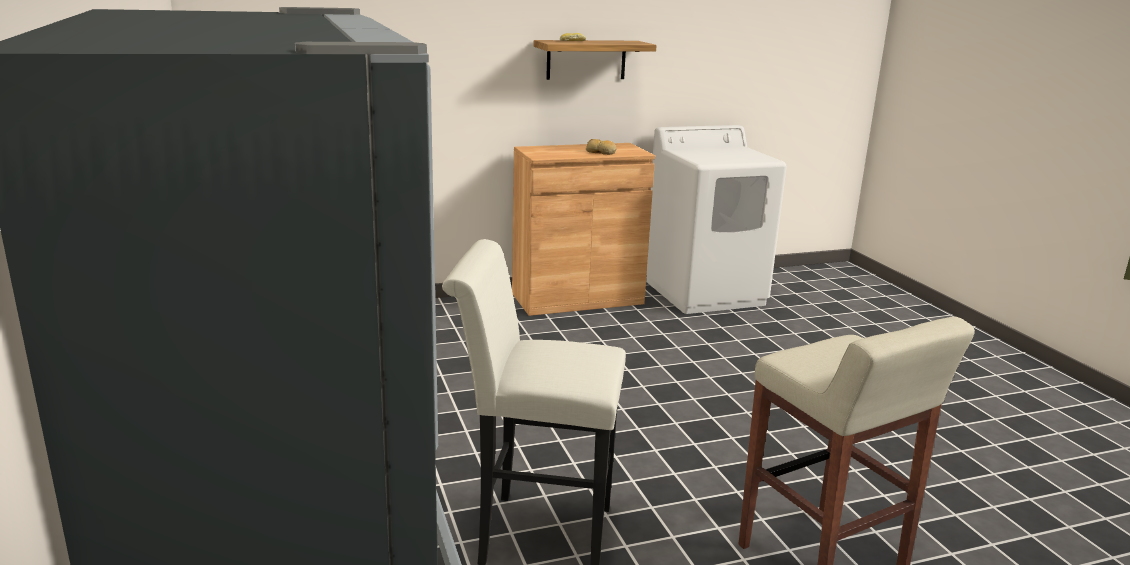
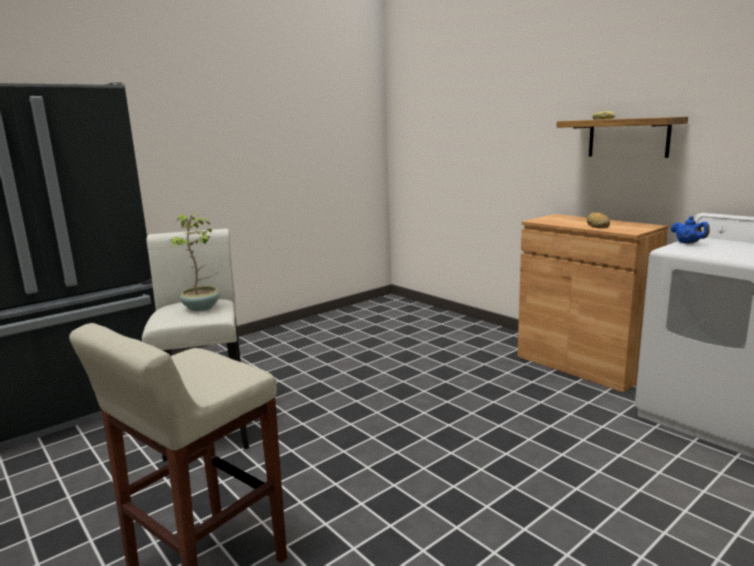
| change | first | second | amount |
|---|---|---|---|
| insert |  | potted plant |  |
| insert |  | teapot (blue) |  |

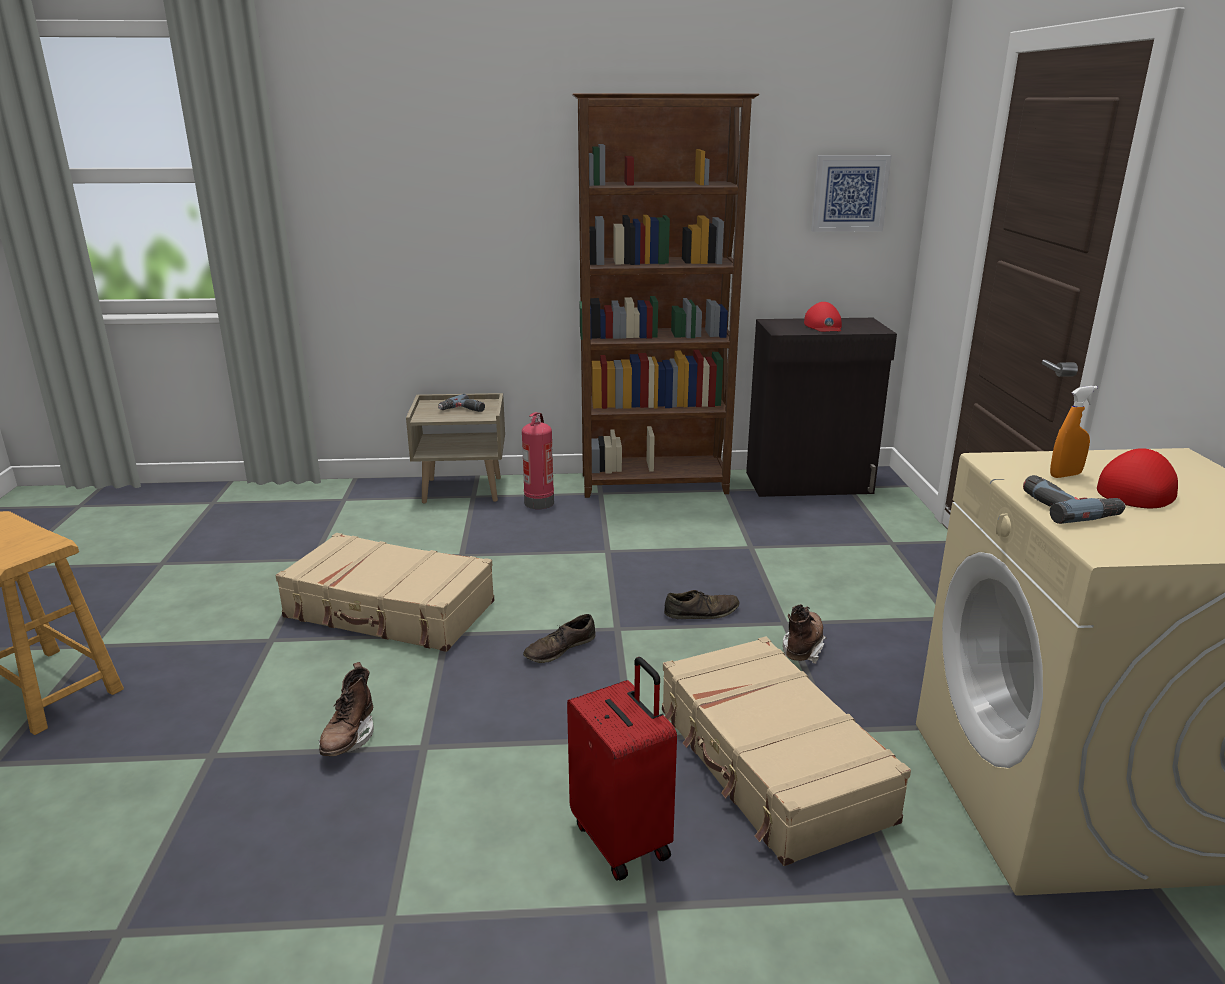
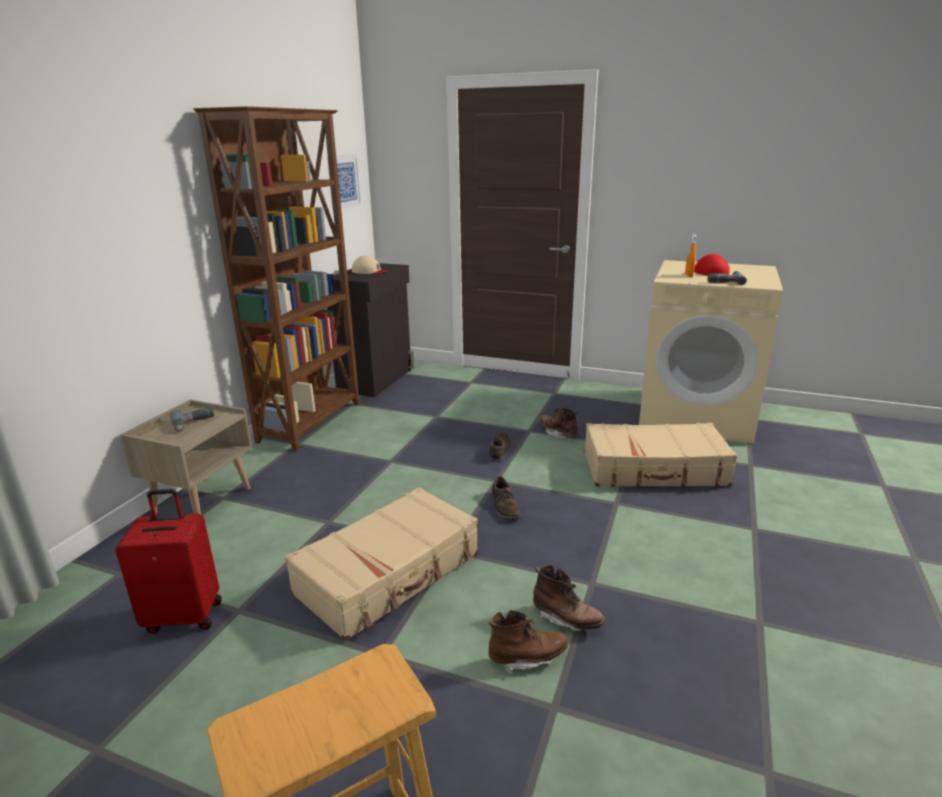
| change | first | second | amount |
|---|---|---|---|
| delete | fire extinguisher |  |  |
| insert |  | boot (brown) (1st from left) |  |
| move | suitcase (red) |  |  |
| recolor | cap (red) (1st from left) | cap (beige) |  |

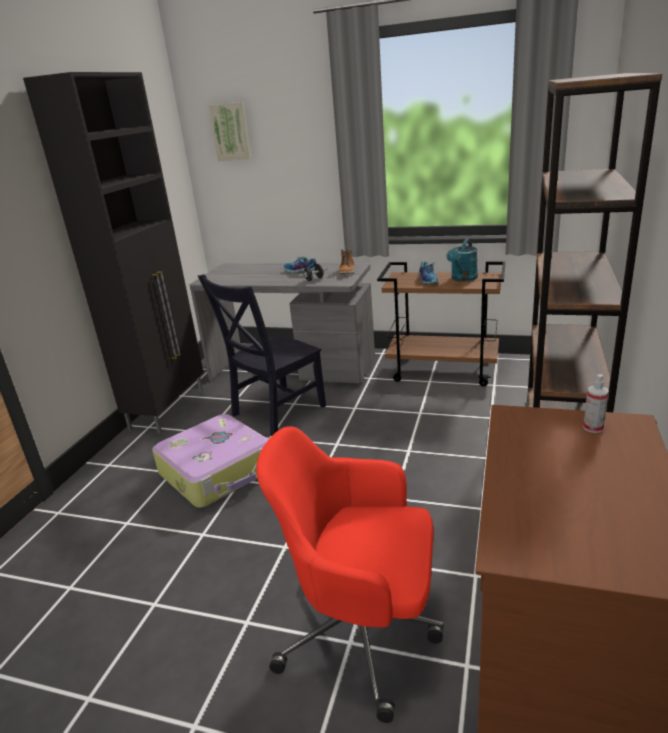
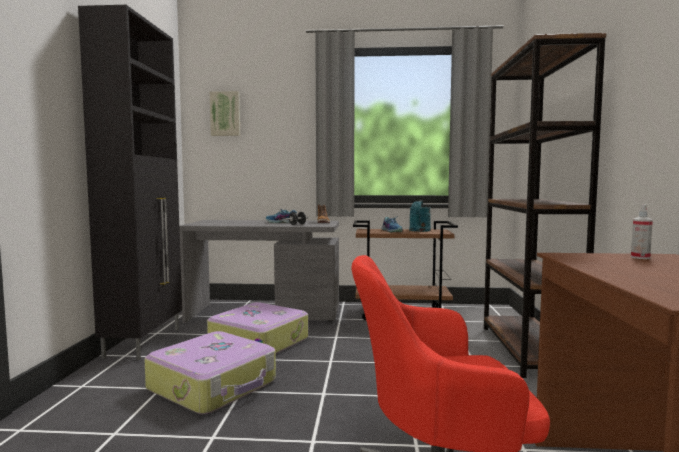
| change | first | second | amount |
|---|---|---|---|
| replace | chair (black) | suitcase (2nd from left) |  |

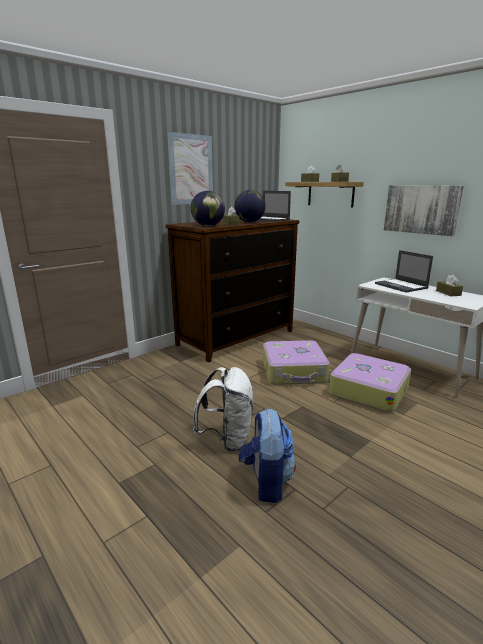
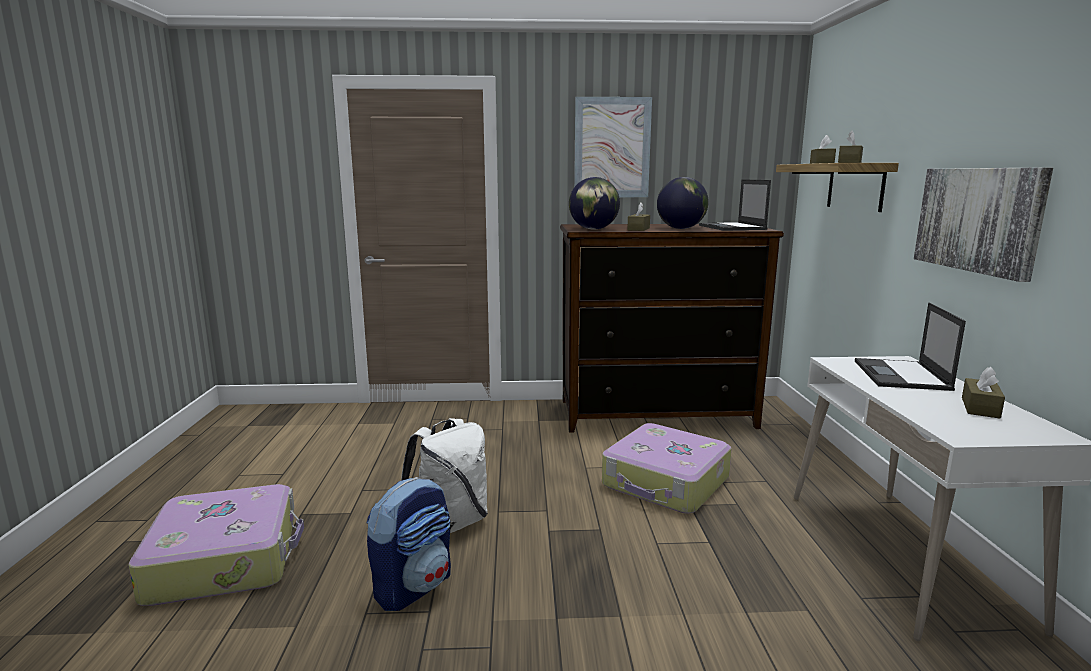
| change | first | second | amount |
|---|---|---|---|
| move | suitcase (2nd from left in the first image) | suitcase (1st from left) |  |

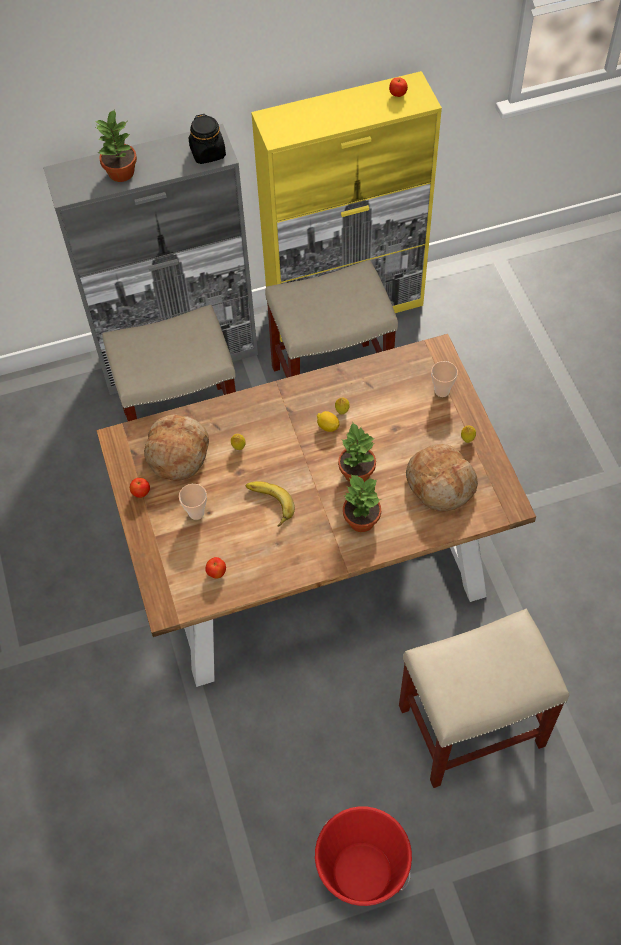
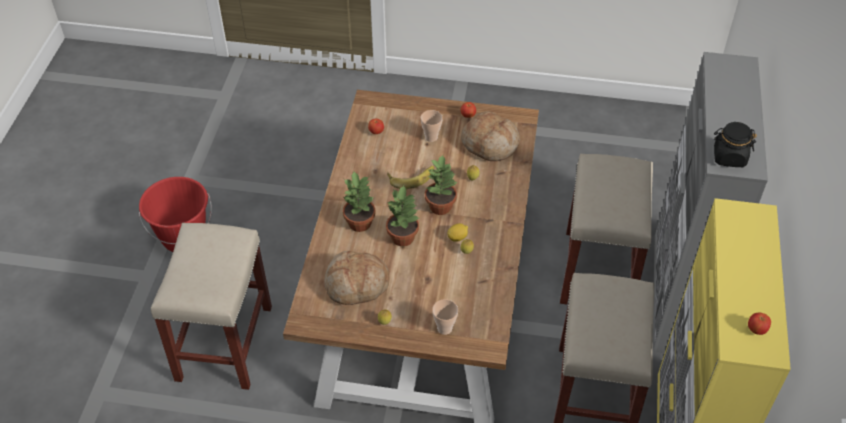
| change | first | second | amount |
|---|---|---|---|
| move | potted plant (1st from left in the first image) | potted plant (3rd from left) |  |

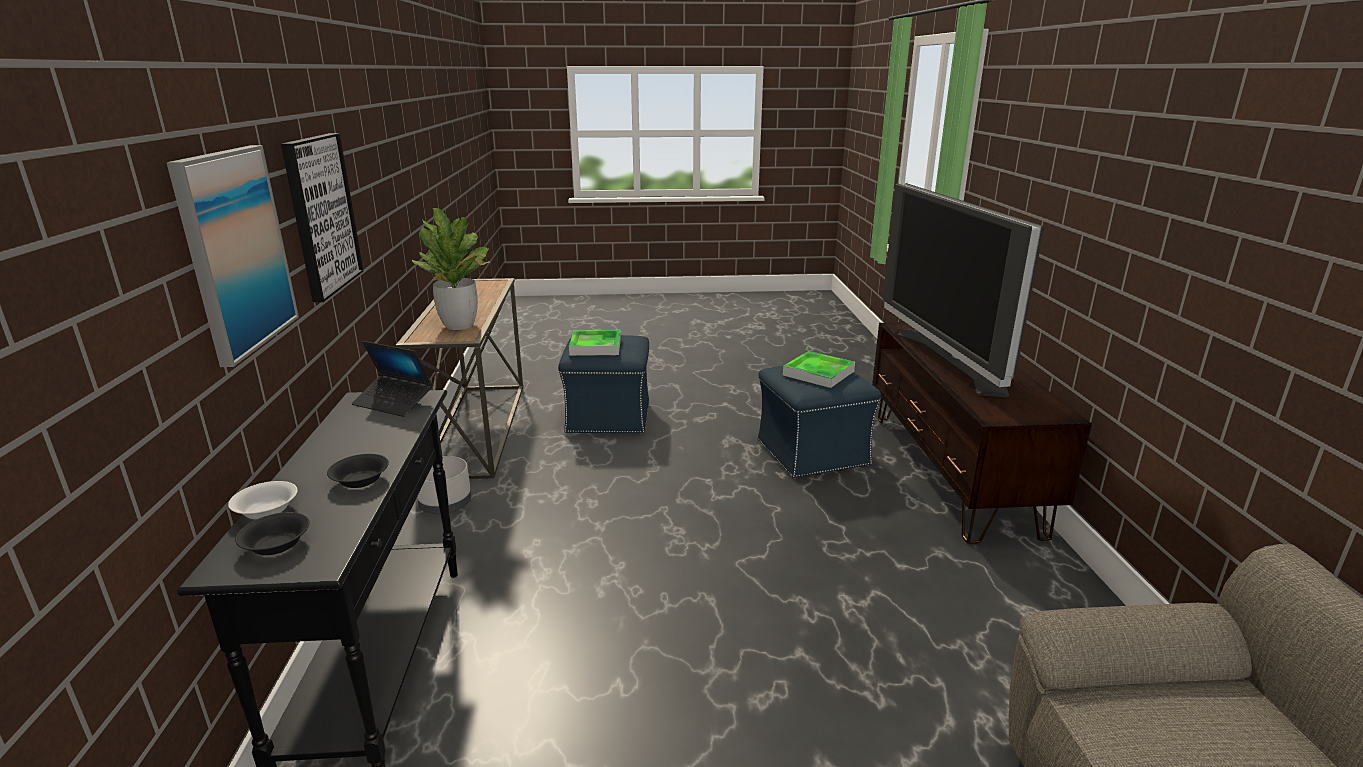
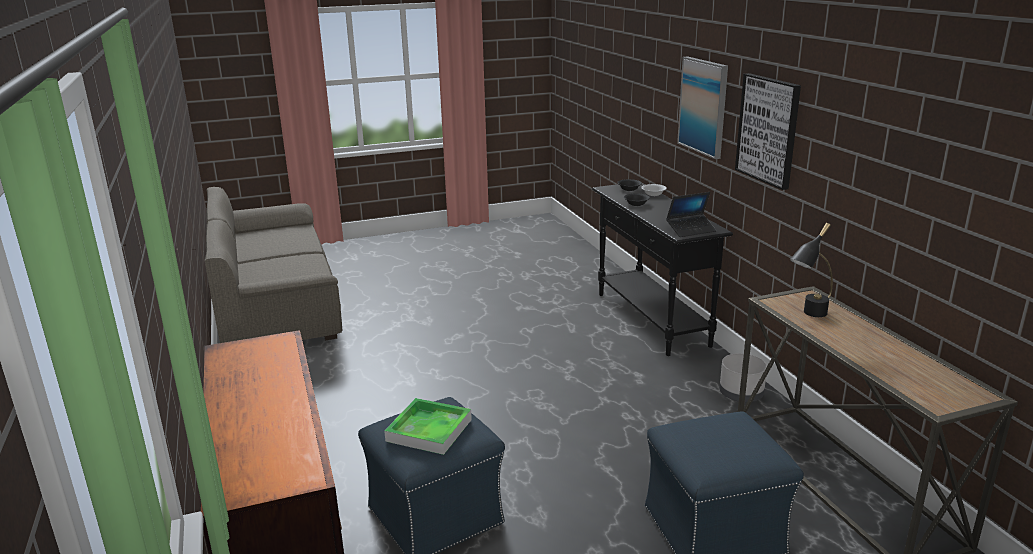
| change | first | second | amount |
|---|---|---|---|
| delete | tray (1st from left) |  |  |
| delete | television |  |  |
| replace | potted plant | table lamp (black) |  |
| rotate | laptop |  | 150 degrees clockwise |

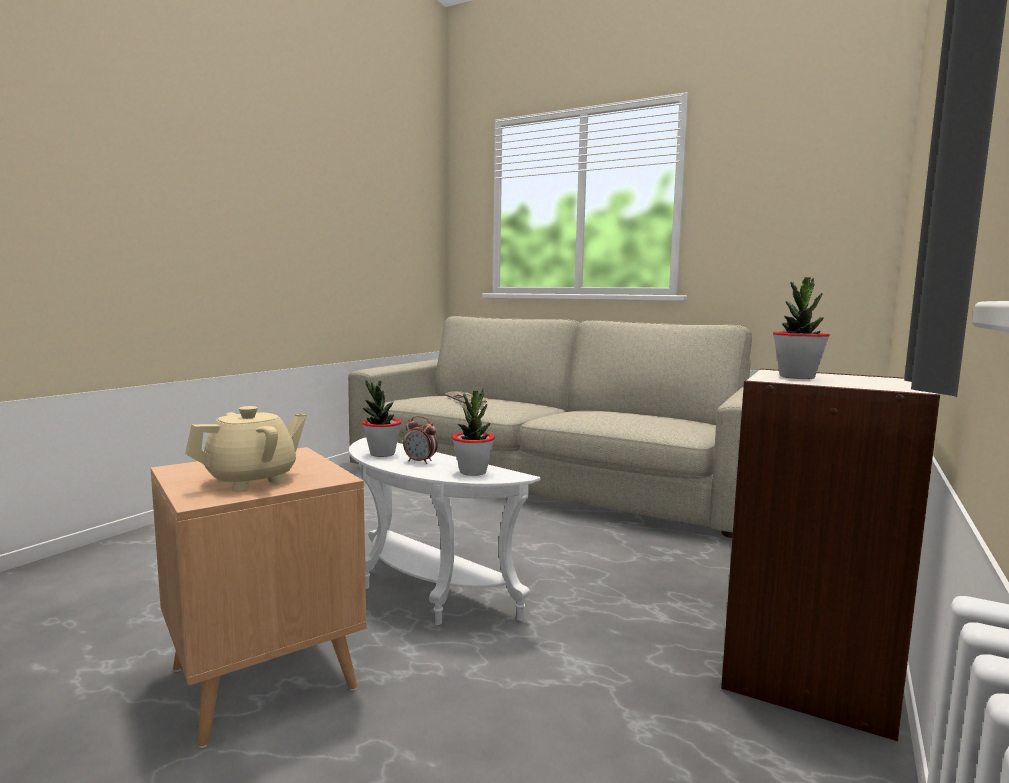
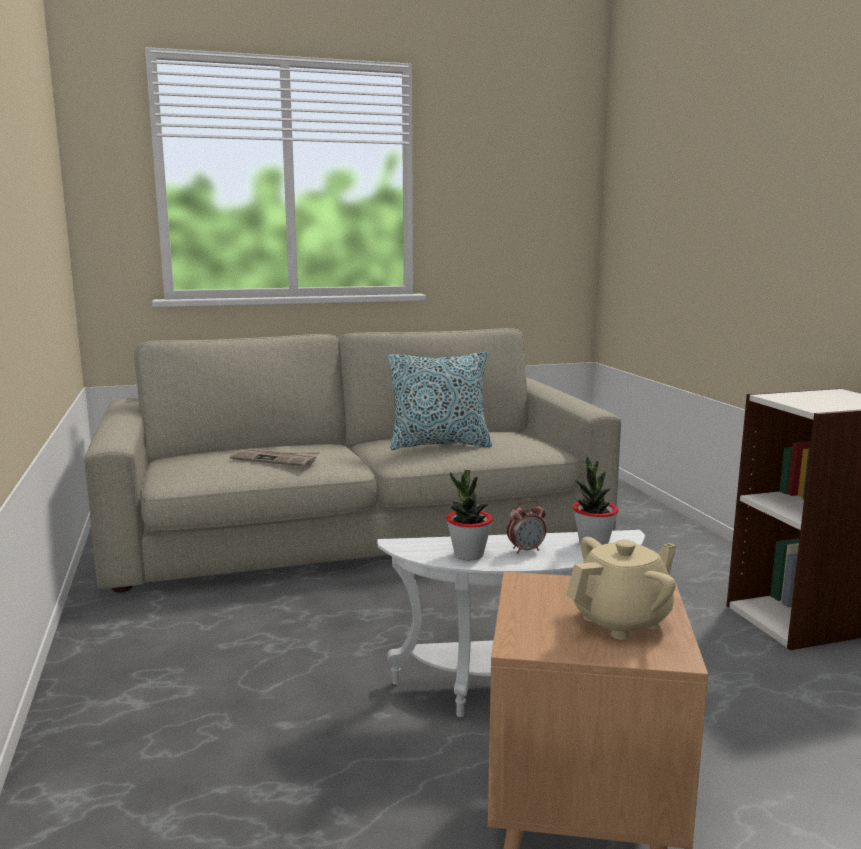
| change | first | second | amount |
|---|---|---|---|
| delete | potted plant (3rd from left) |  |  |
| insert |  | pillow |  |
| rotate | teapot (beige) |  | 60 degrees clockwise |

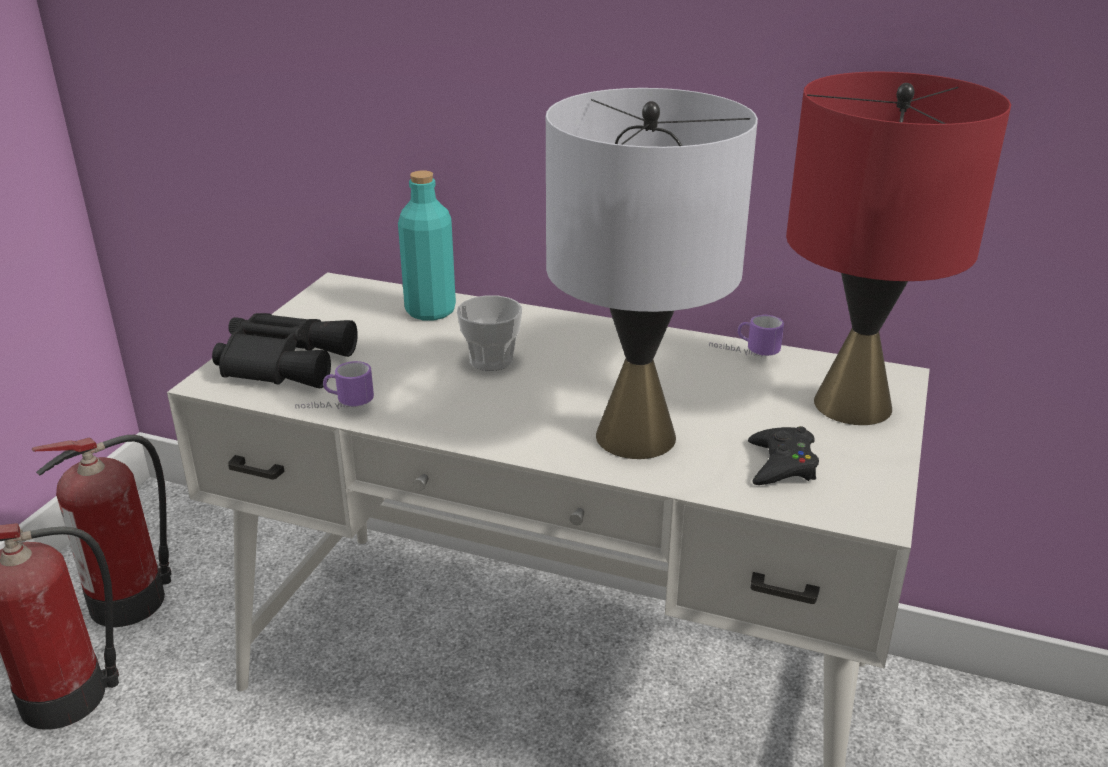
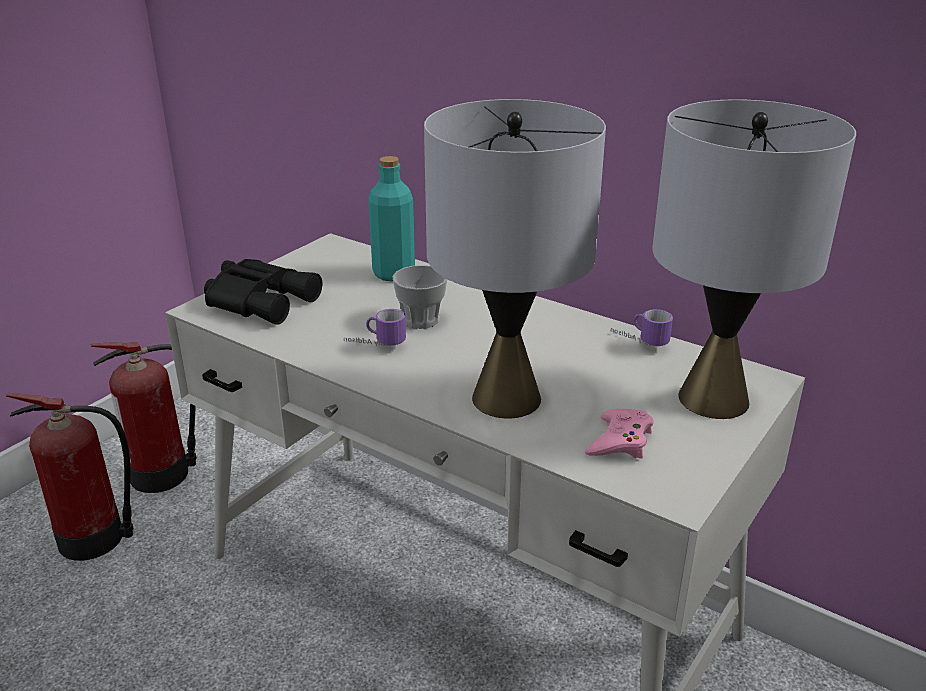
| change | first | second | amount |
|---|---|---|---|
| move | mug (1st from left) |  |  |
| recolor | game controller (black) | game controller (pink) |  |
| recolor | table lamp (red) | table lamp (grey) (2nd from left) |  |

